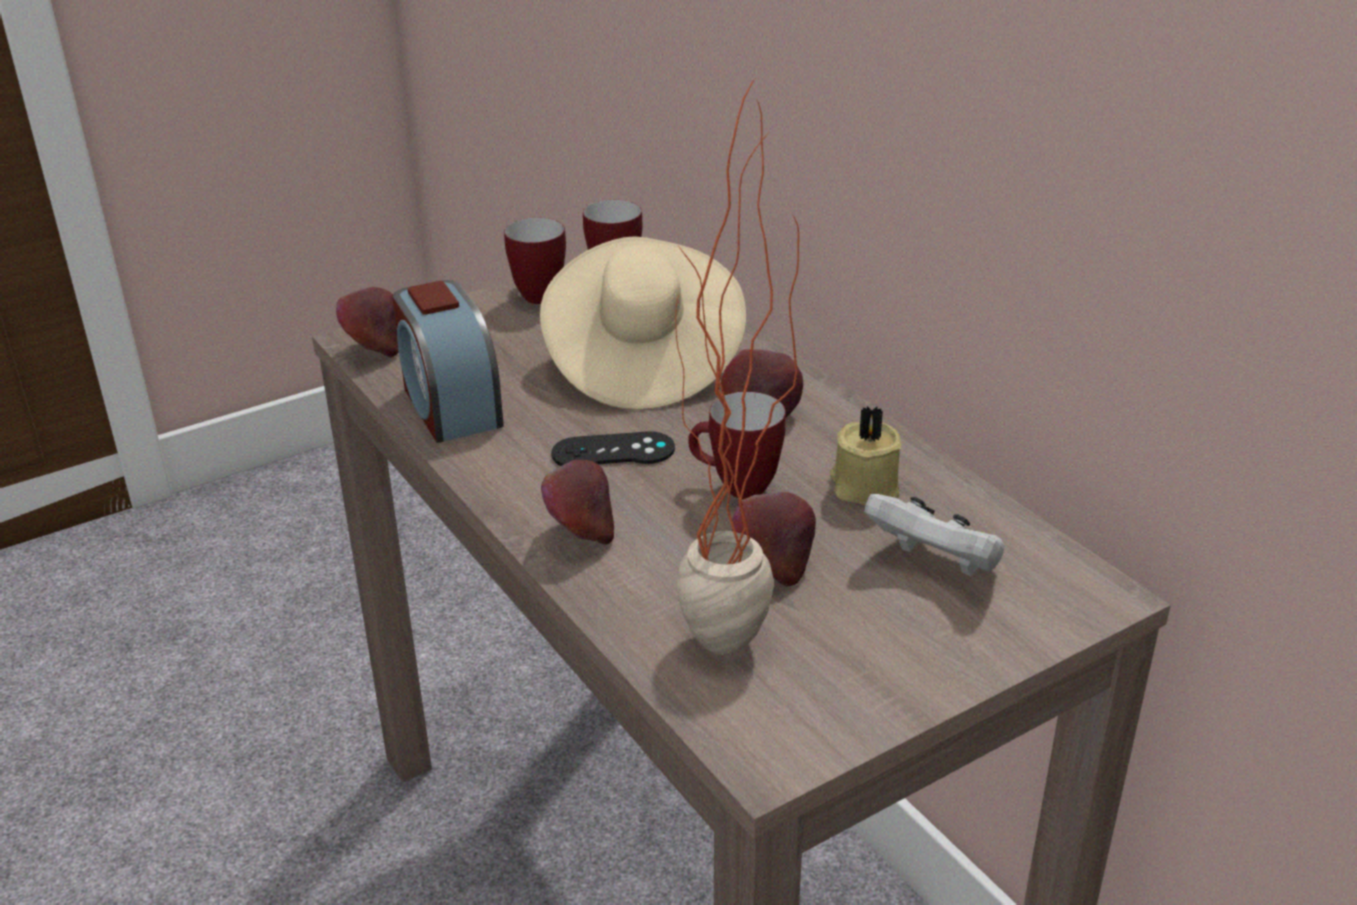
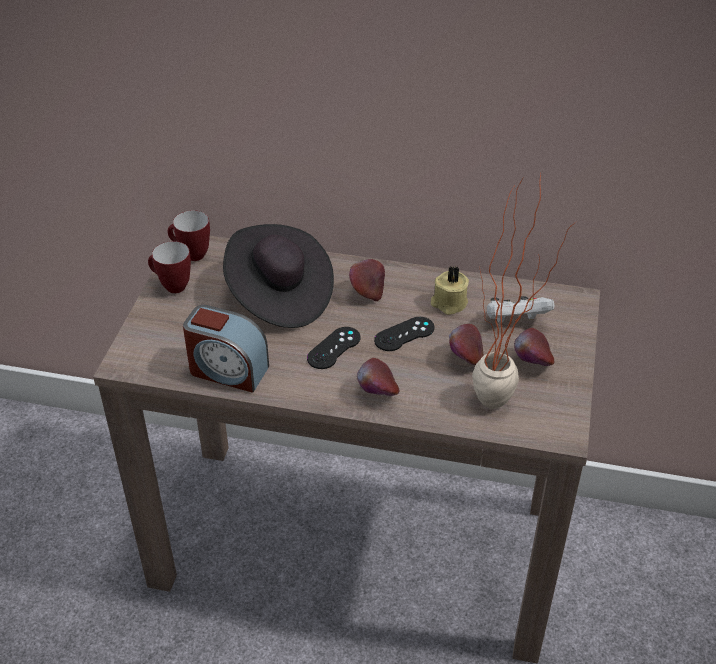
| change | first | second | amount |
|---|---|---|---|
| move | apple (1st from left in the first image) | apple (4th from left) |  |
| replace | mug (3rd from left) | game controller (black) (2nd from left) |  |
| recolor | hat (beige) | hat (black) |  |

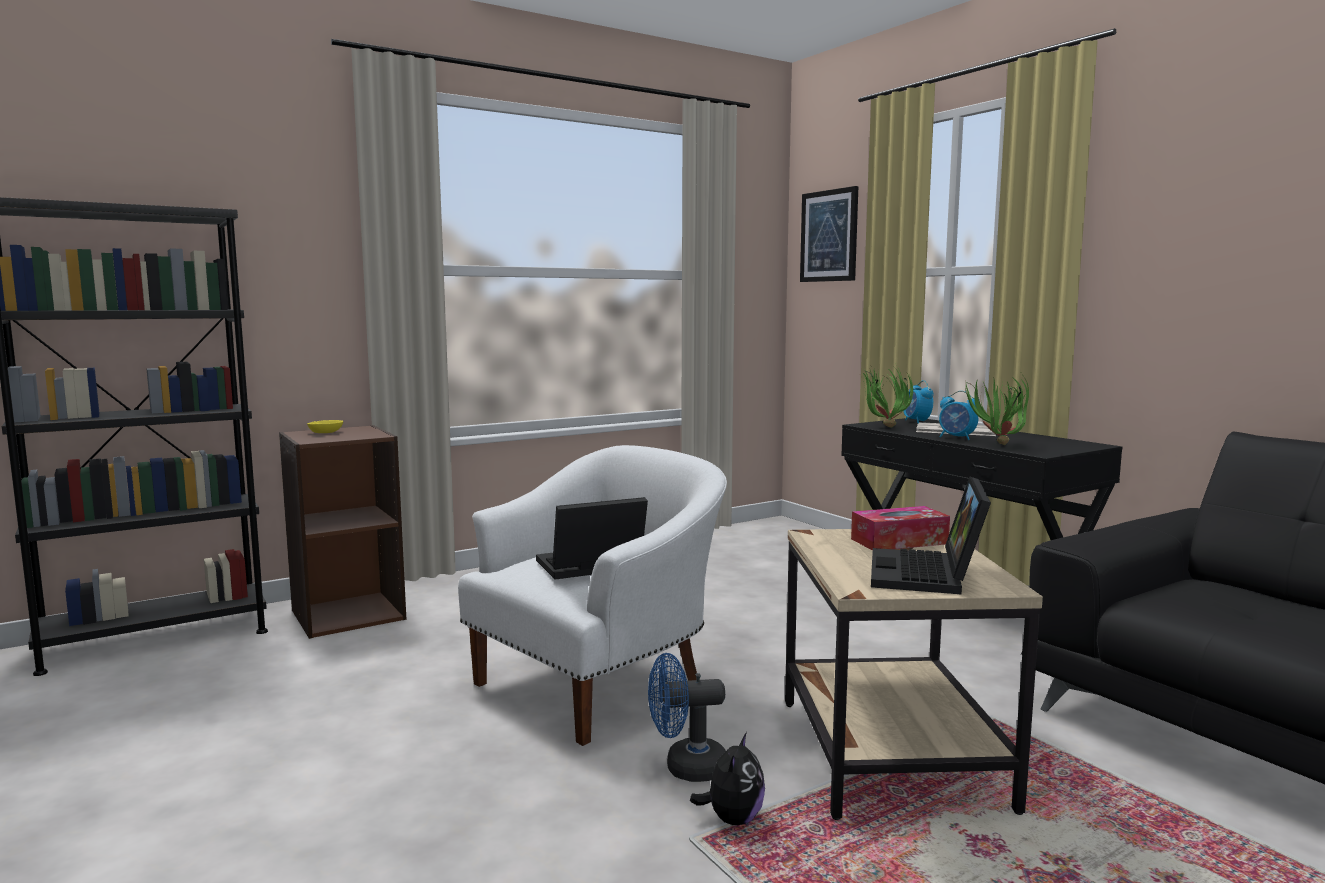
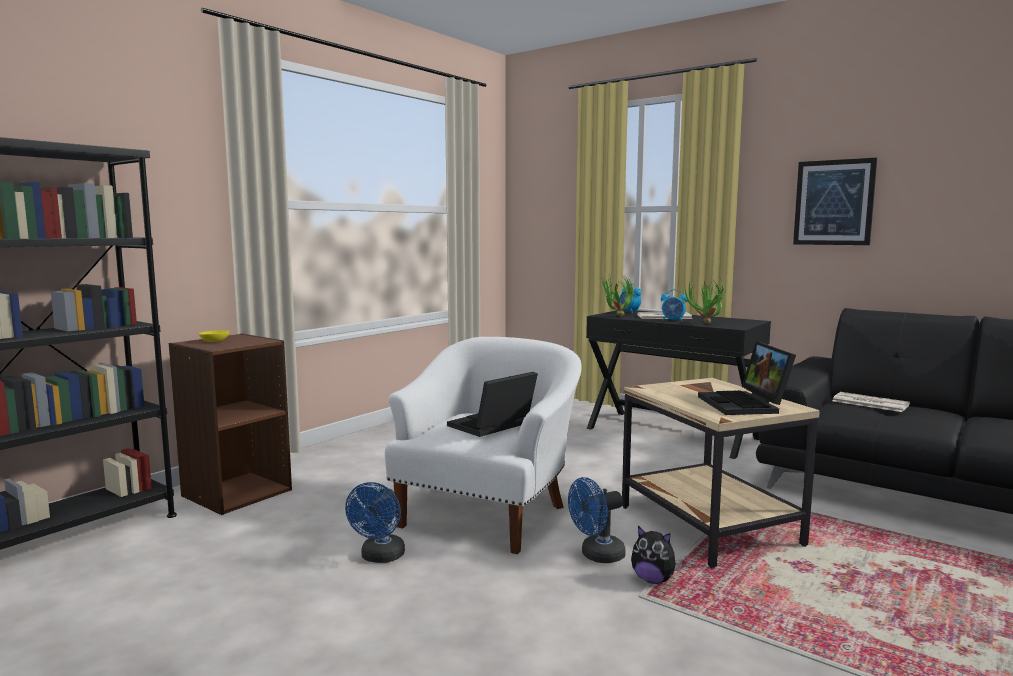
| change | first | second | amount |
|---|---|---|---|
| delete | tissue box |  |  |
| insert |  | fan (blue) (1st from left) |  |
| insert |  | newspaper (2nd from left) |  |
| move | picture |  |  |
| rotate | plush toy |  | 120 degrees clockwise |

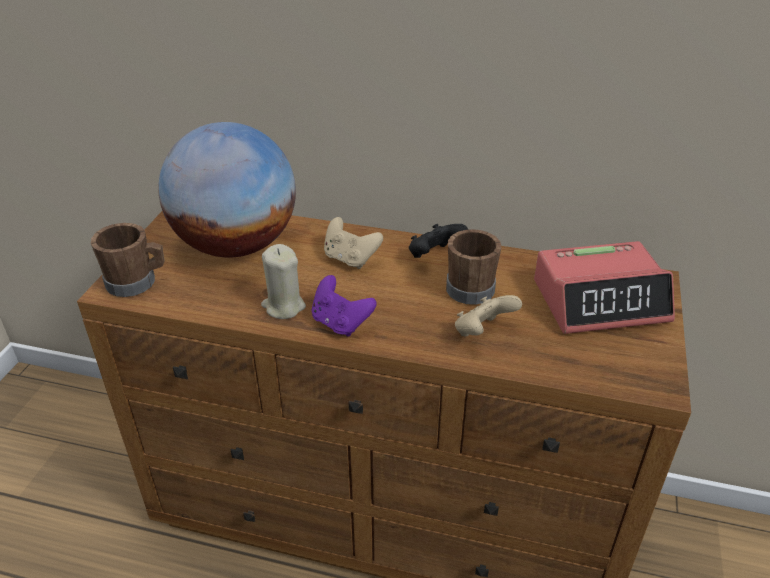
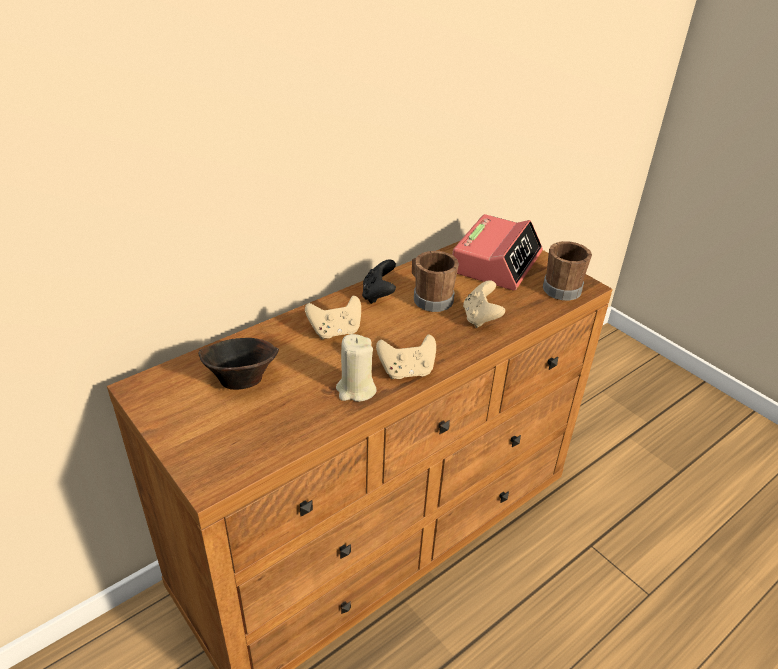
| change | first | second | amount |
|---|---|---|---|
| move | mug (brown) (1st from left in the first image) | mug (brown) (2nd from left) |  |
| replace | globe | bowl (brown) |  |
| recolor | game controller (purple) | game controller (beige) (2nd from left) |  |

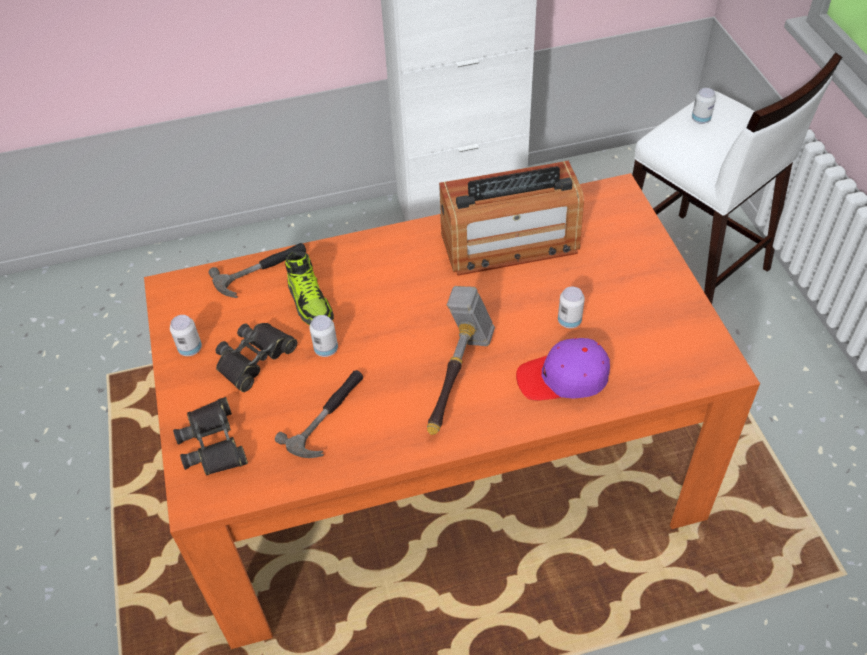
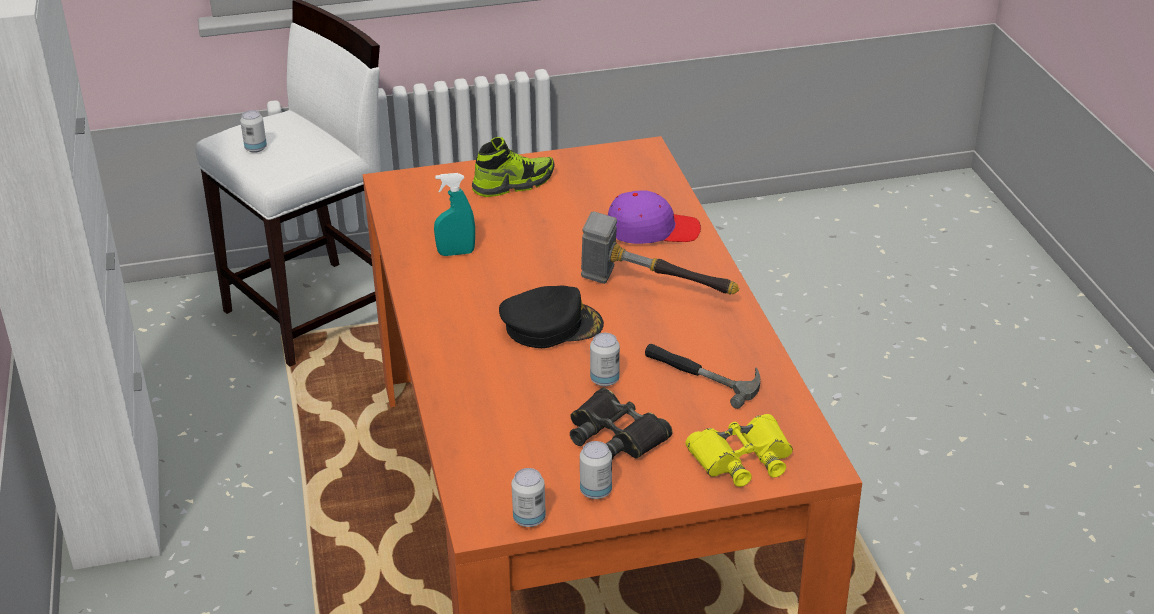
| change | first | second | amount |
|---|---|---|---|
| delete | hammer (1st from left) |  |  |
| insert |  | cap (black) |  |
| move | shoe |  |  |
| move | can (3rd from left in the first image) | can (2nd from left) |  |
| replace | radio | spray bottle (turquoise) |  |
| recolor | binoculars (black) (1st from left) | binoculars (yellow) |  |
| rotate | cap (purple) |  | 90 degrees counterclockwise |

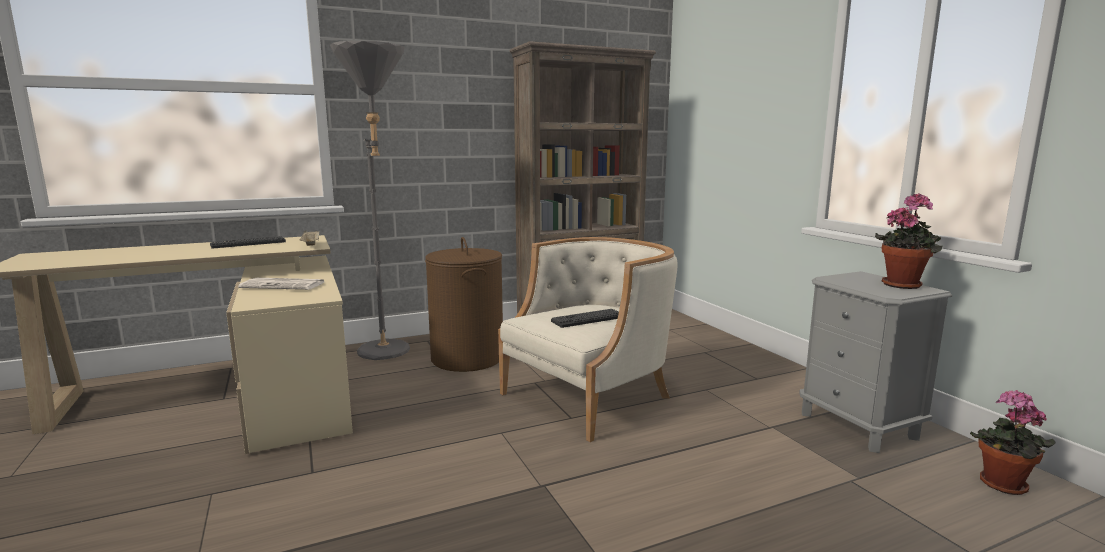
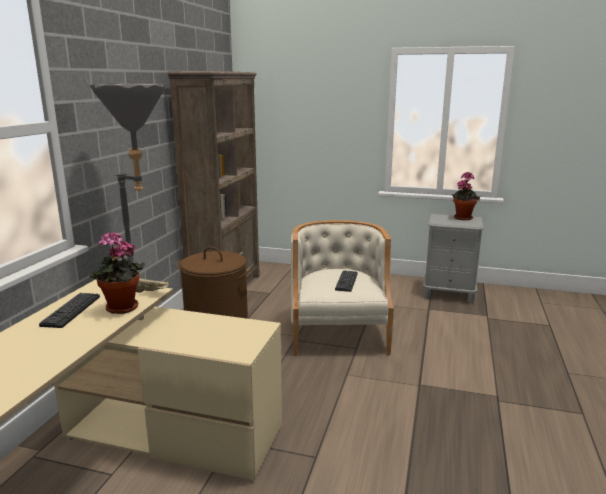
| change | first | second | amount |
|---|---|---|---|
| delete | newspaper |  |  |
| move | potted plant (2nd from left in the first image) | potted plant (1st from left) |  |

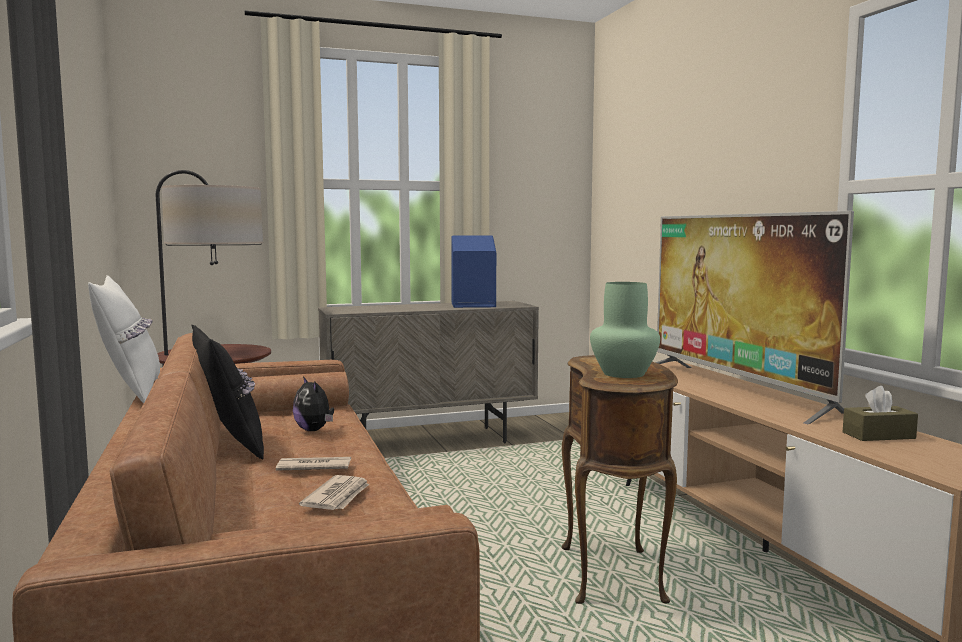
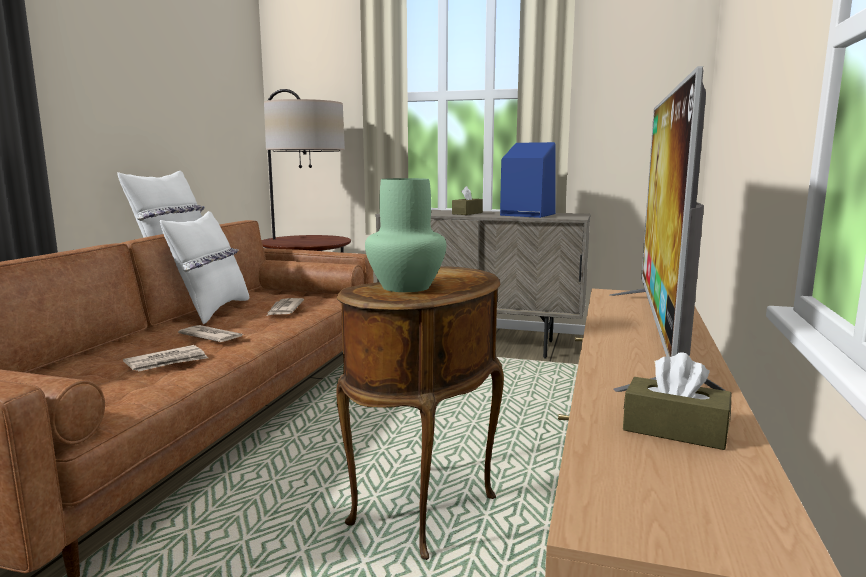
| change | first | second | amount |
|---|---|---|---|
| insert |  | tissue box (brown) (1st from left) |  |
| replace | plush toy | newspaper (3rd from left) |  |
| recolor | pillow (black) | pillow (white) (2nd from left) |  |

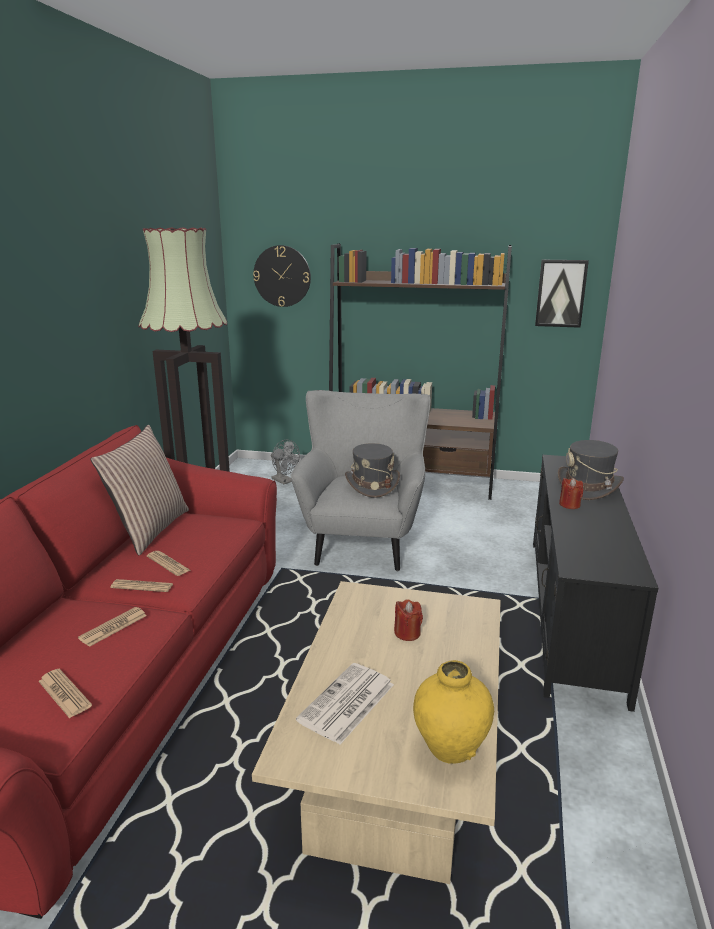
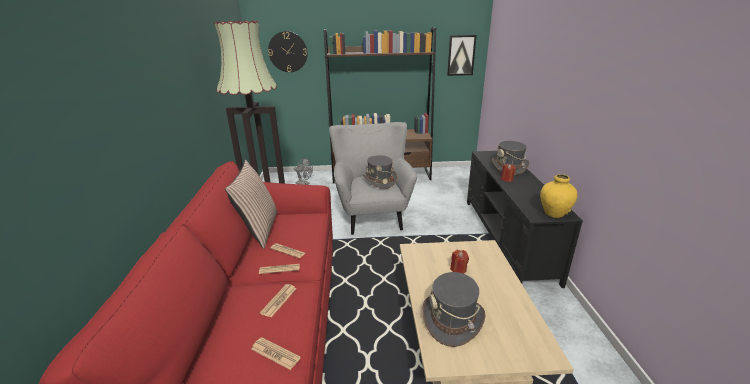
| change | first | second | amount |
|---|---|---|---|
| move | vase (yellow) |  |  |
| replace | newspaper (5th from left) | hat (grey) (2nd from left) |  |

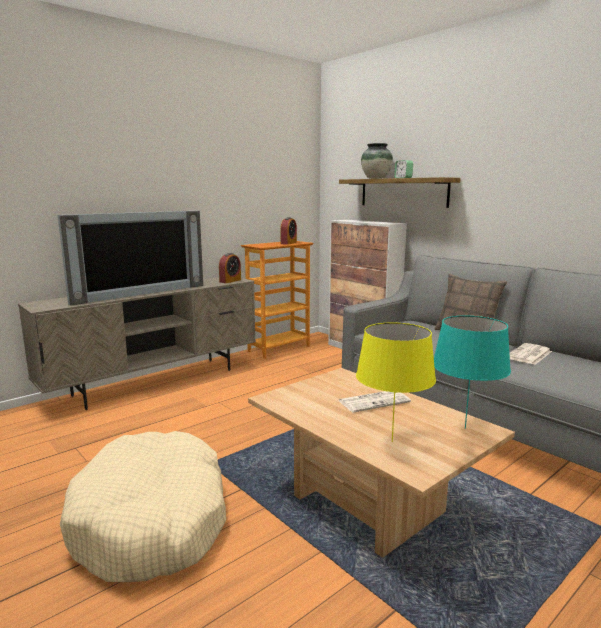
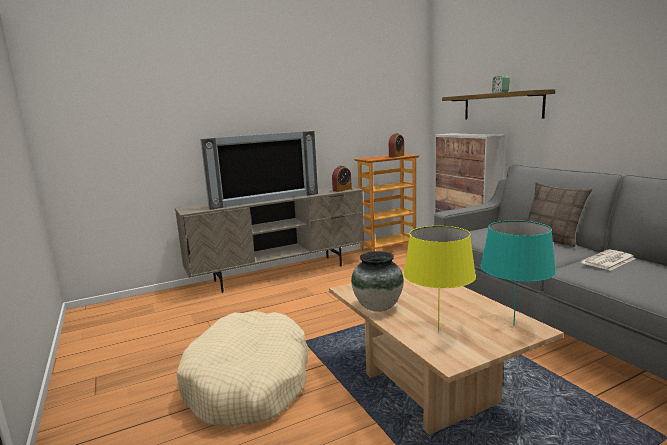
| change | first | second | amount |
|---|---|---|---|
| delete | newspaper (1st from left) |  |  |
| move | vase |  |  |

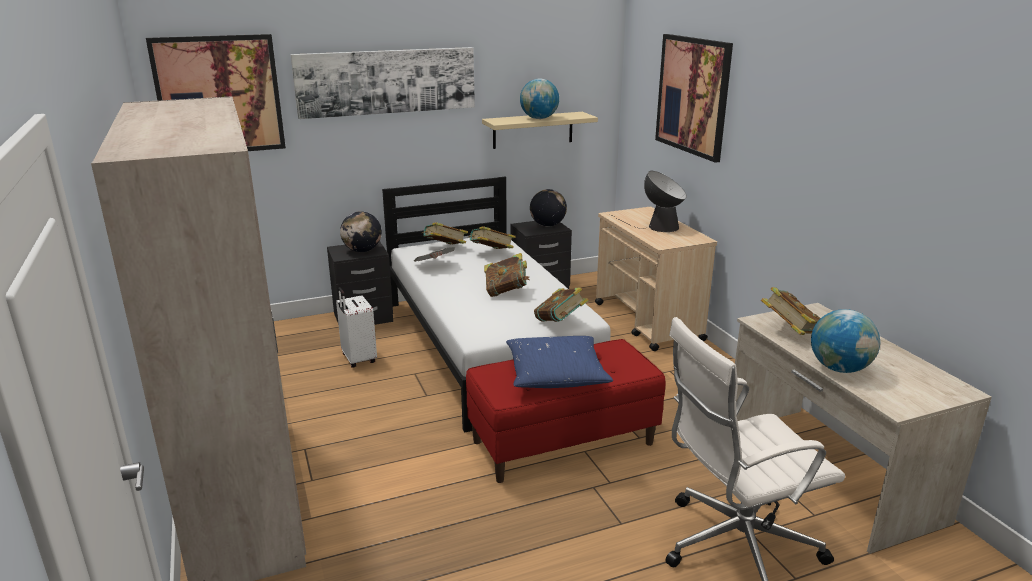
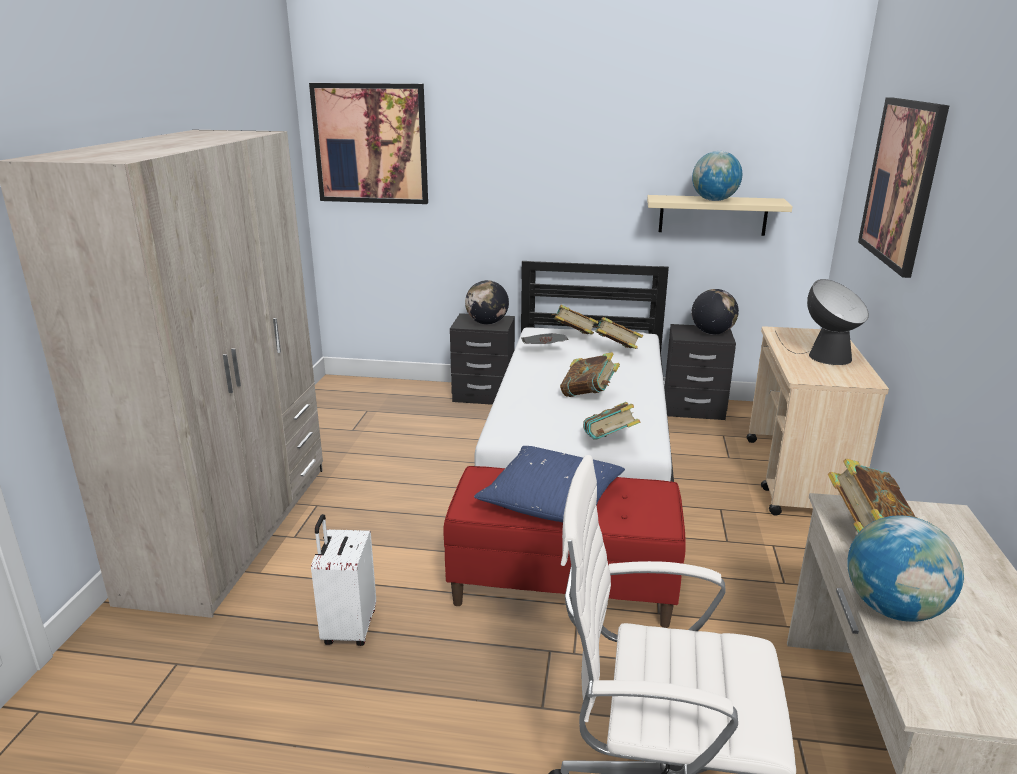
| change | first | second | amount |
|---|---|---|---|
| delete | picture (2nd from left) |  |  |
| move | suitcase (white) |  |  |

